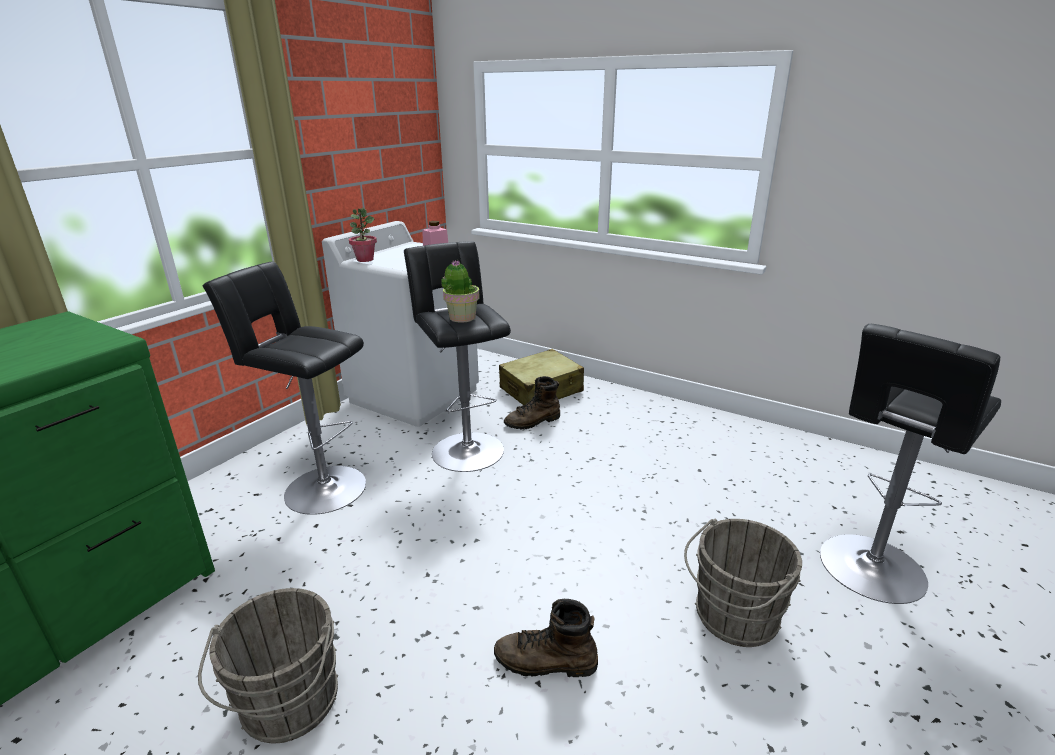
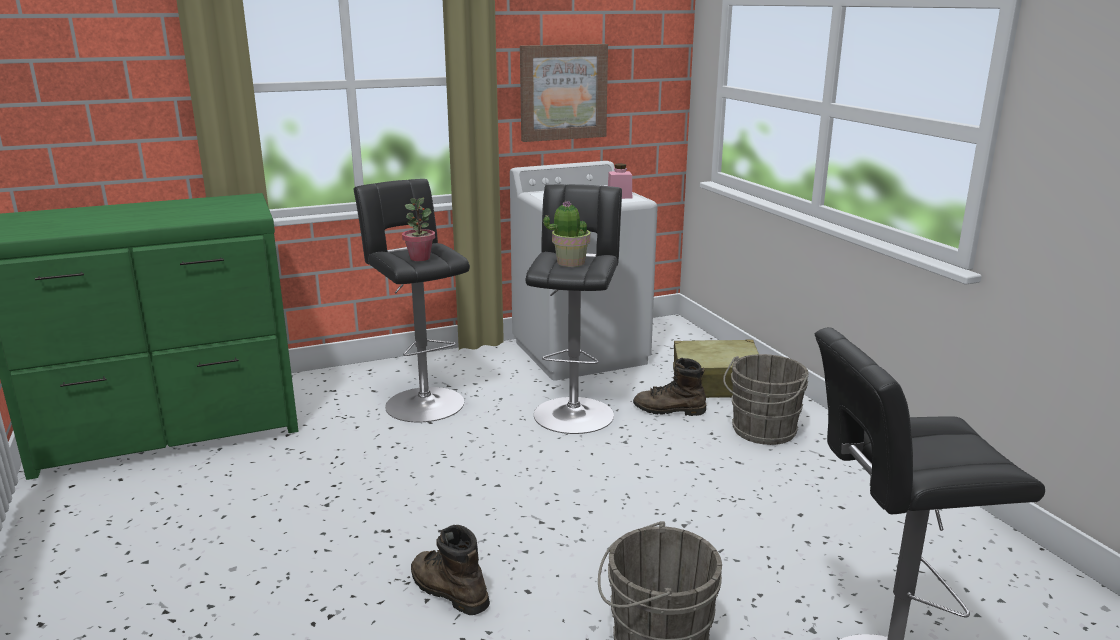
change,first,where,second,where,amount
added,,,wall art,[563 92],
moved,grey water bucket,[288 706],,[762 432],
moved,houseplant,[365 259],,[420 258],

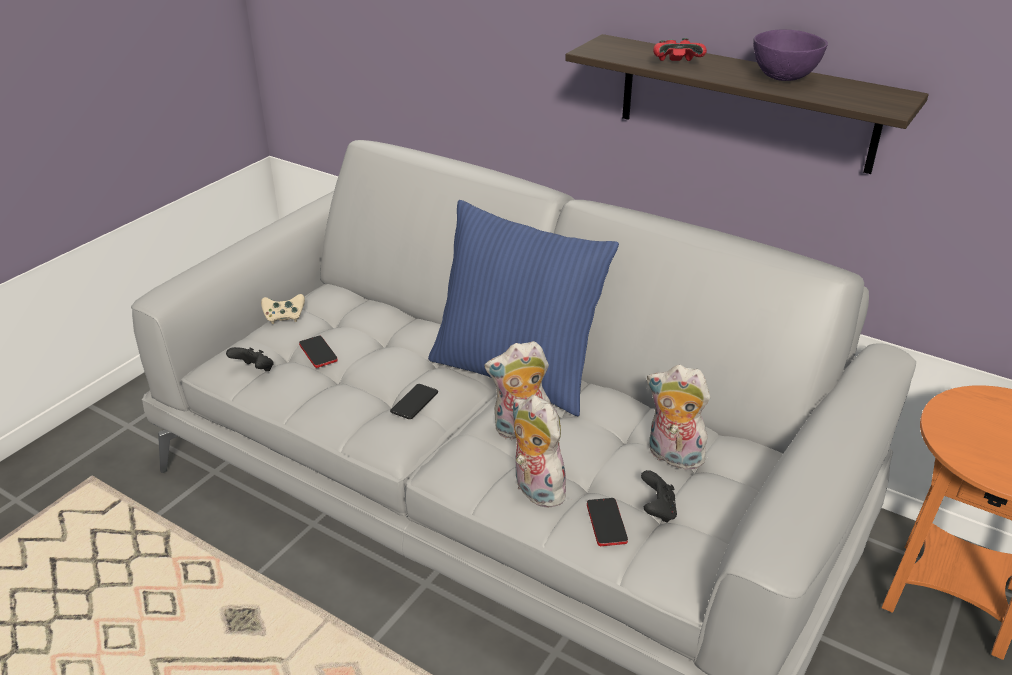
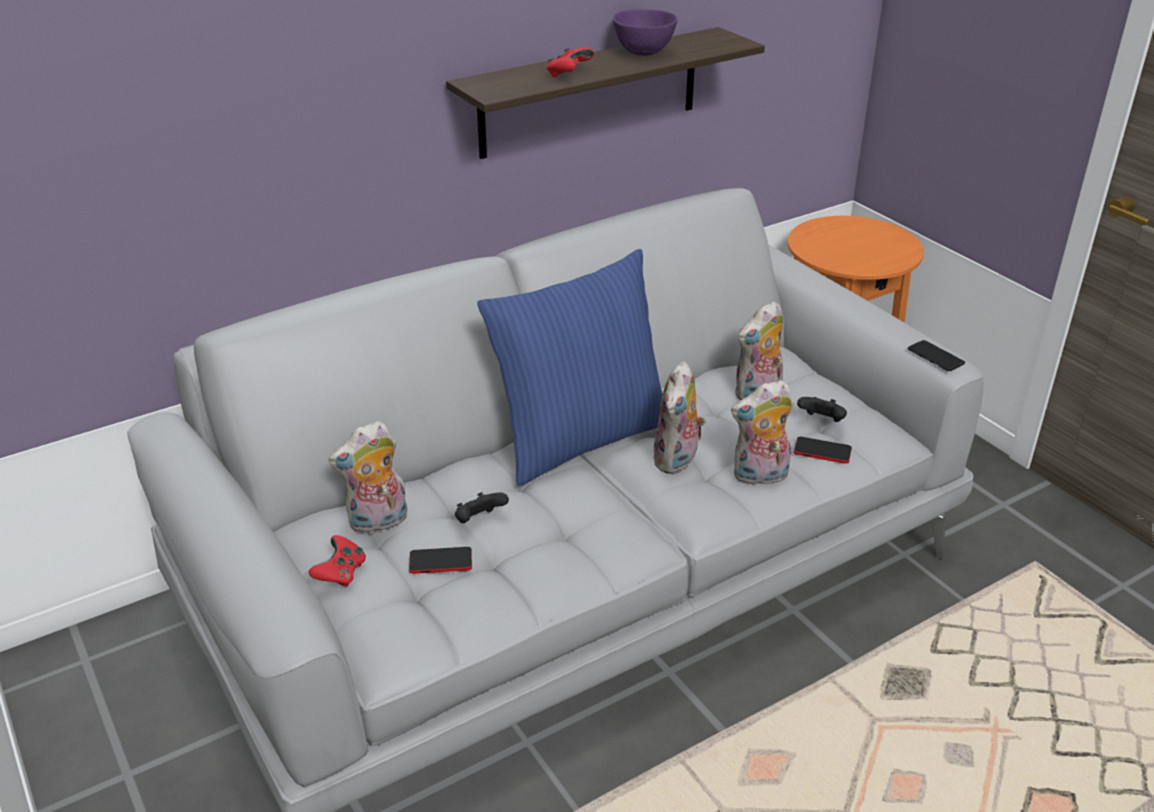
change,first,where,second,where,amount
added,,,plush toy,[378 522],
moved,black-coloured joypad,[254 370],,[479 521],
moved,telephone,[414 402],,[935 356],
recoloured,beige-coloured joypad,[284 317],reddish joypad,[341 573],

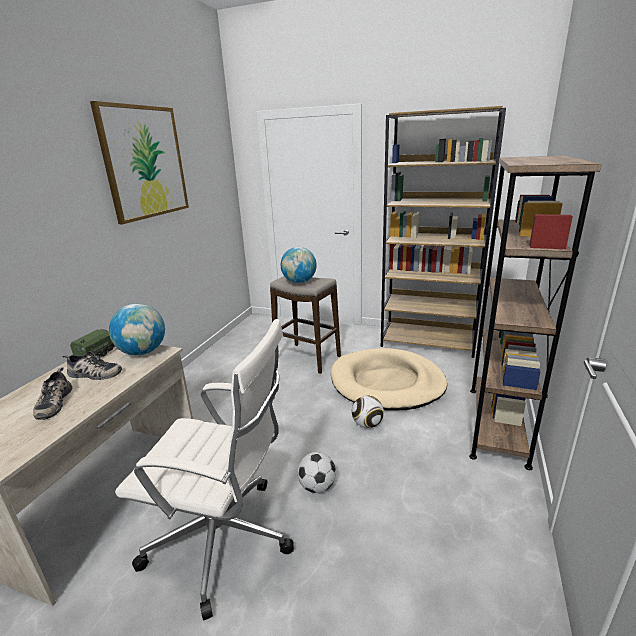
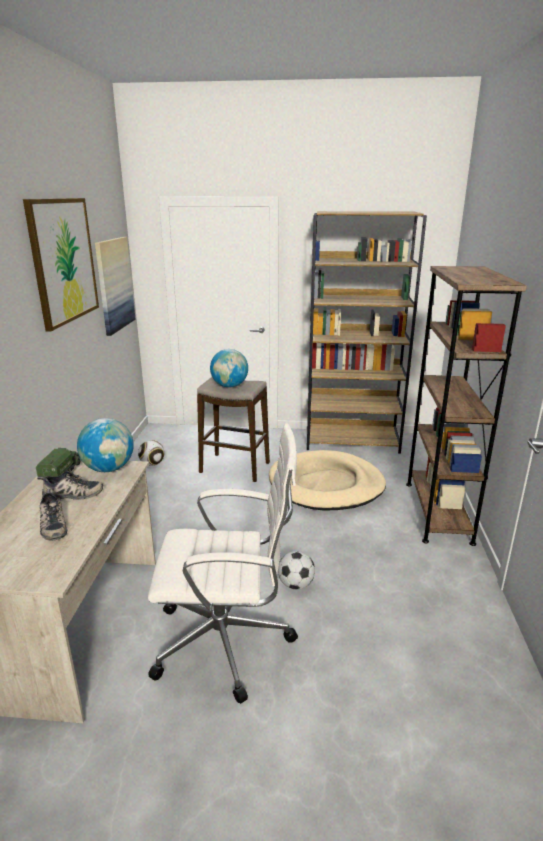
change,first,where,second,where,amount
added,,,wall art,[114 284],
moved,football,[367 424],,[152 464],

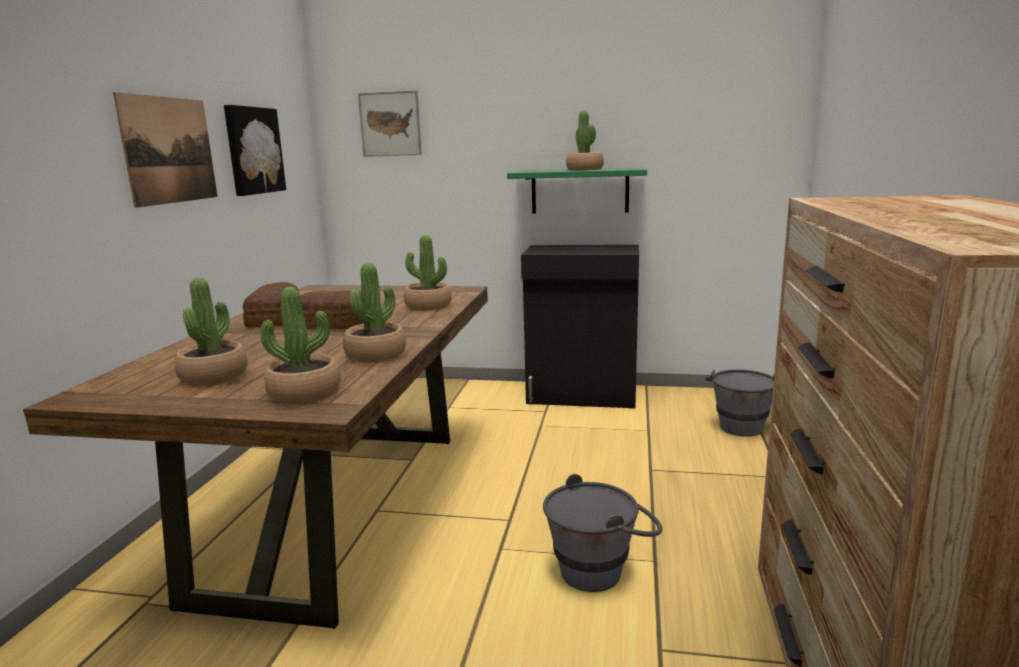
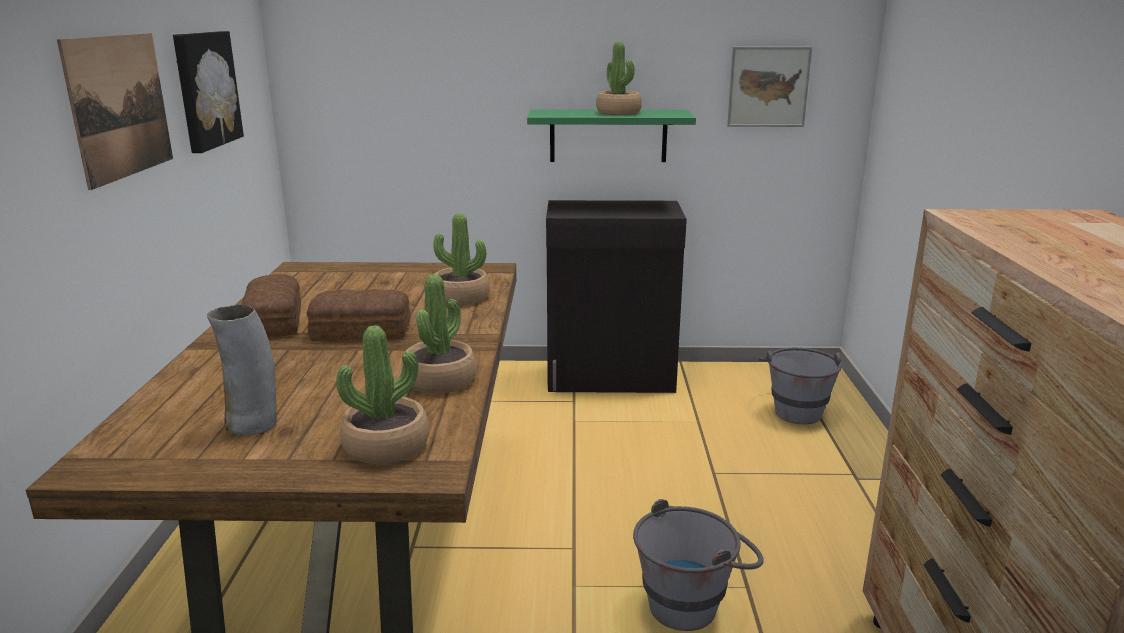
change,first,where,second,where,amount
moved,wall art,[390 124],,[768 87],
replaced,houseplant,[214 376],decorative vase,[253 423],

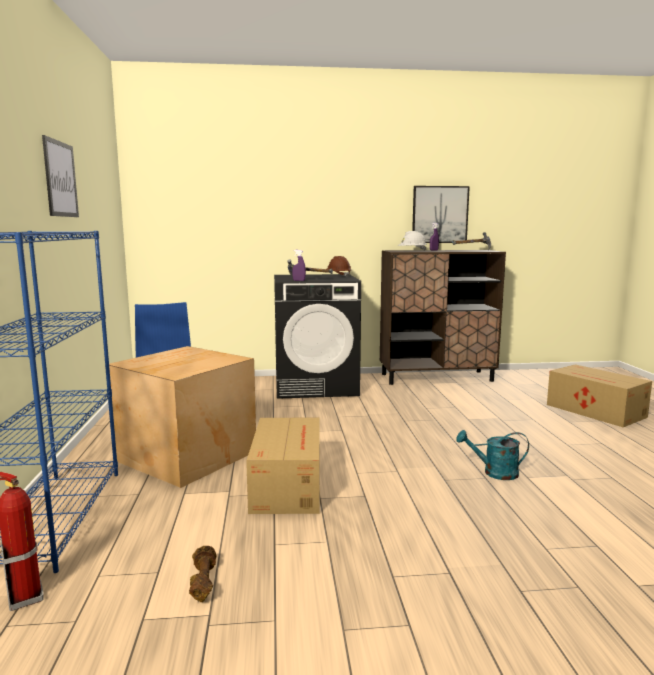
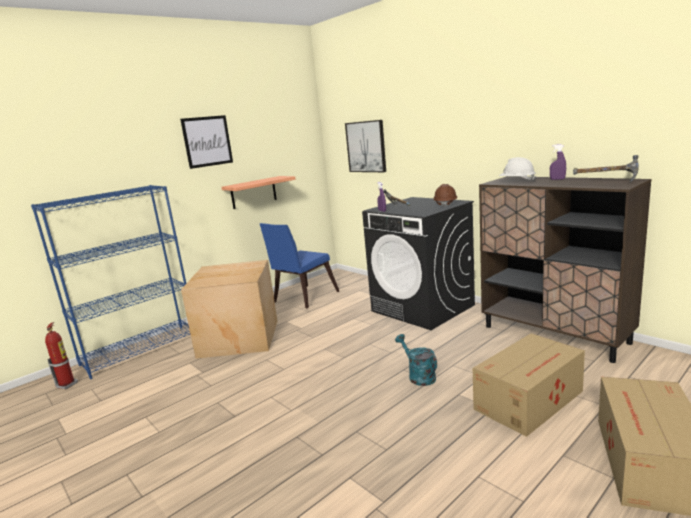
change,first,where,second,where,amount
removed,brown-coloured hand weight,[203 582],,,
added,,,wall shelf,[253 192],
moved,carton,[288 484],,[530 400],
moved,wall art,[439 214],,[366 146],
moved,turquoise-coloured watering pot,[494 473],,[418 376],

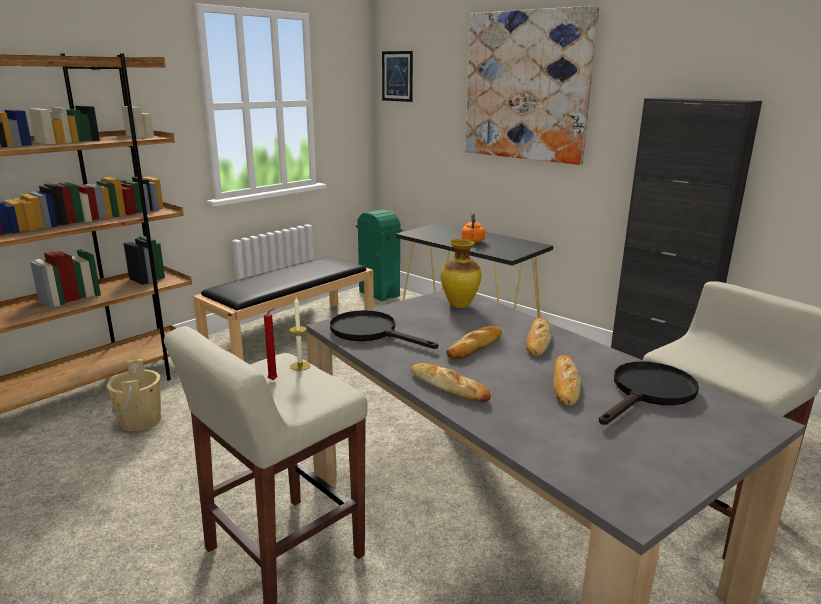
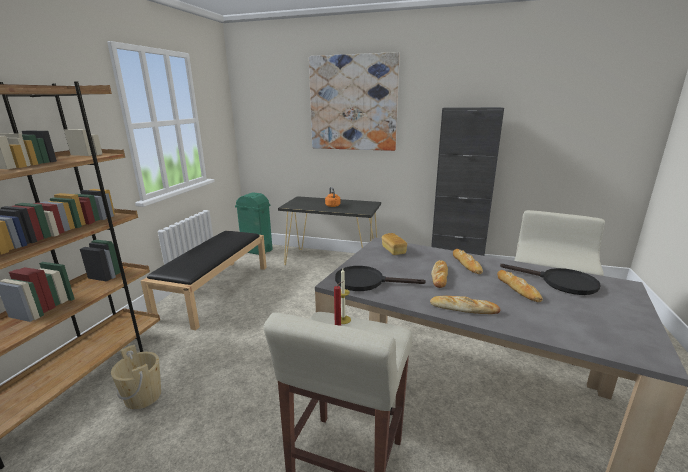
change,first,where,second,where,amount
removed,wall art,[397 76],,,
replaced,decorative vase,[459 306],baked bread,[393 250],
turned,black-coloured skillet,[648 393],,[560 283],105 degrees clockwise

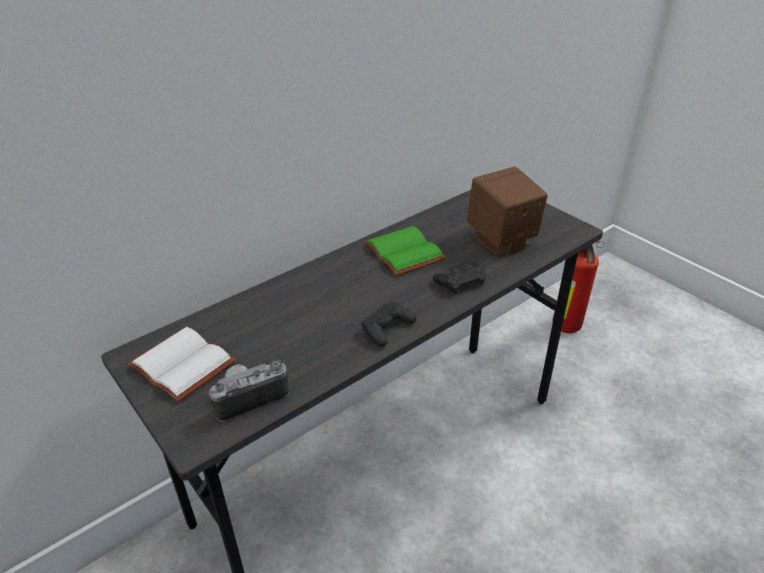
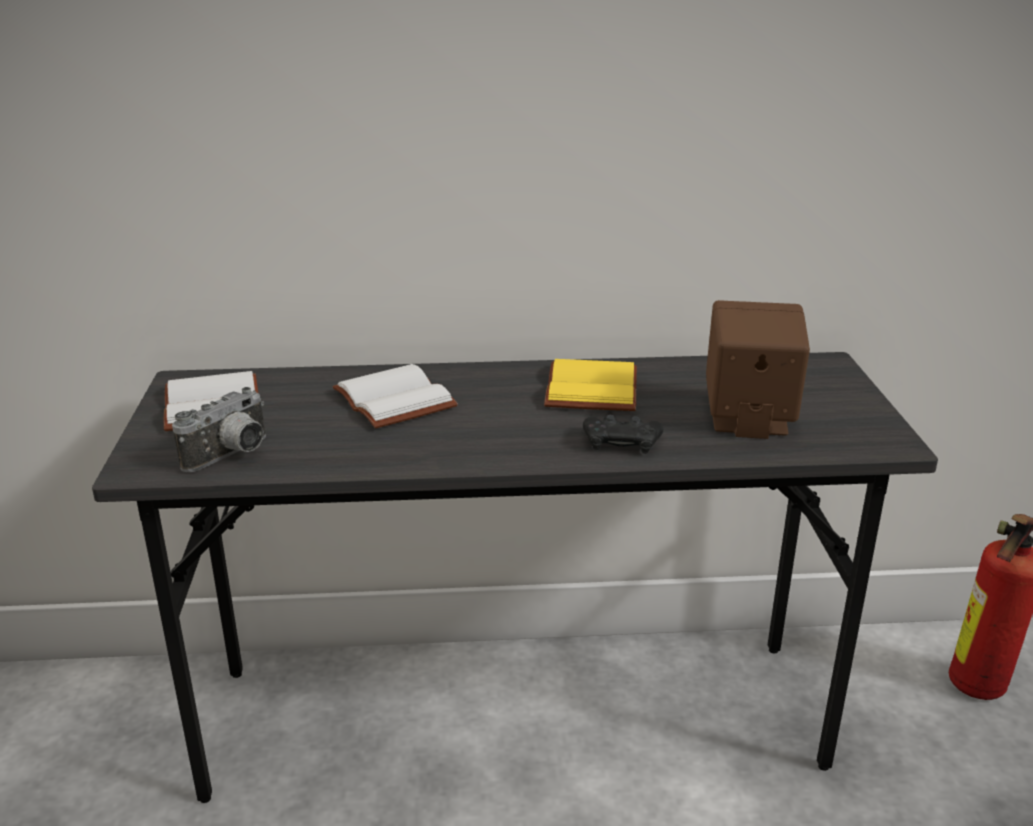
change,first,where,second,where,amount
removed,black-coloured joypad,[387 328],,,
added,,,white bound book,[390 400],
recoloured,greenish bound book,[401 252],yellow-coloured bound book,[588 388],
turned,photo camera,[250 398],,[232 456],120 degrees clockwise

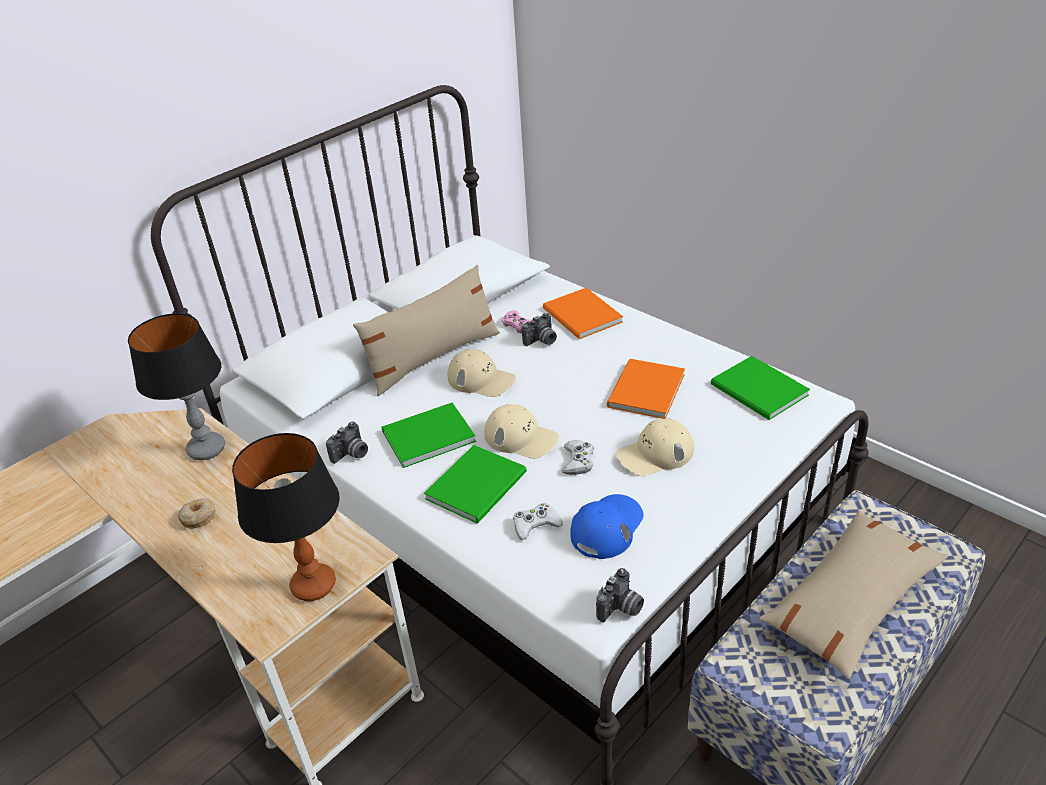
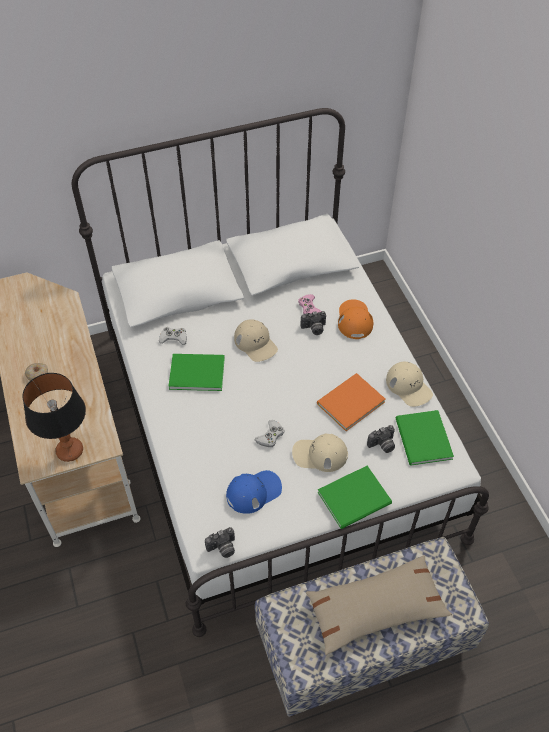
change,first,where,second,where,amount
removed,table lamp,[207 449],,,
removed,beige-coloured cushion,[433 358],,,
moved,photo camera,[351 454],,[382 445],
moved,greenish bound book,[479 485],,[356 498],
moved,beige-coloured baseball cap,[521 438],,[409 386],
moved,white joypad,[536 524],,[173 338],
replaced,orangey bound book,[582 317],orangey baseball cap,[354 320],

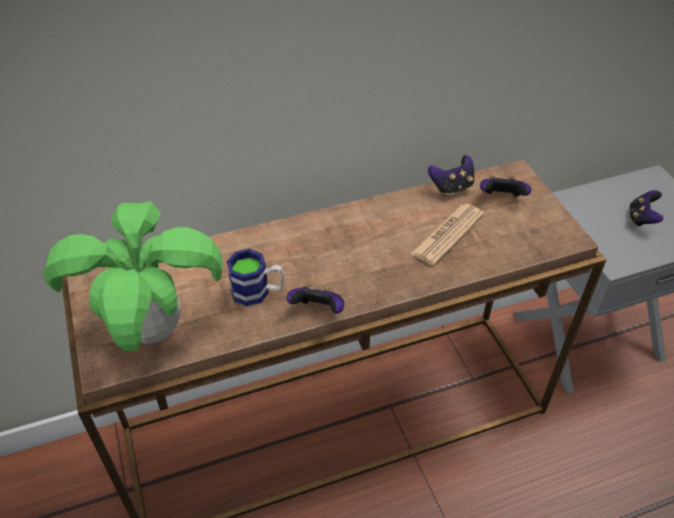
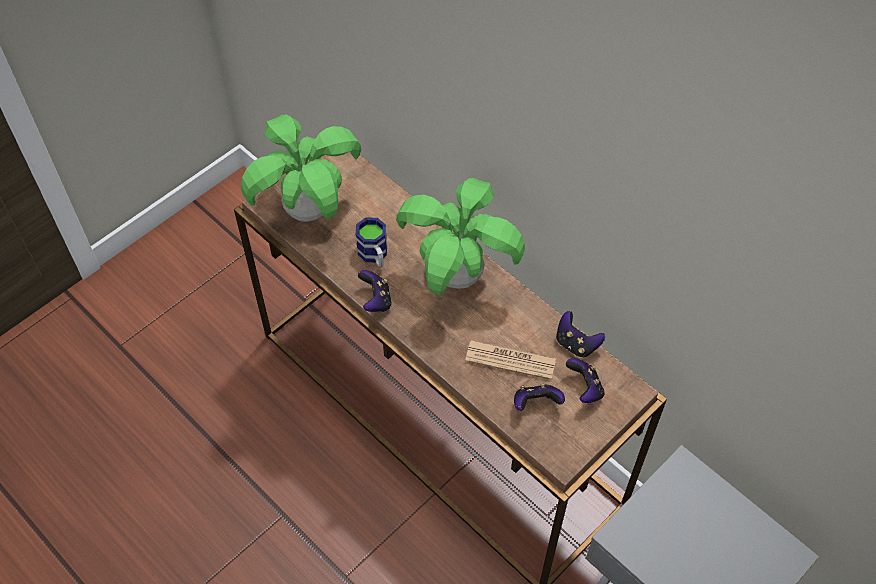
change,first,where,second,where,amount
added,,,houseplant,[457 277],
moved,joypad,[641 219],,[536 404],

